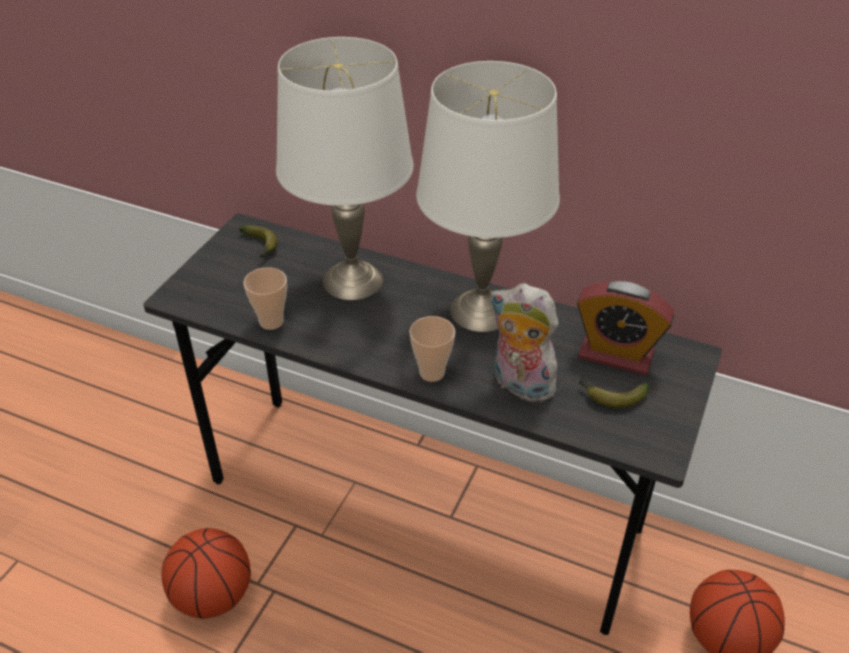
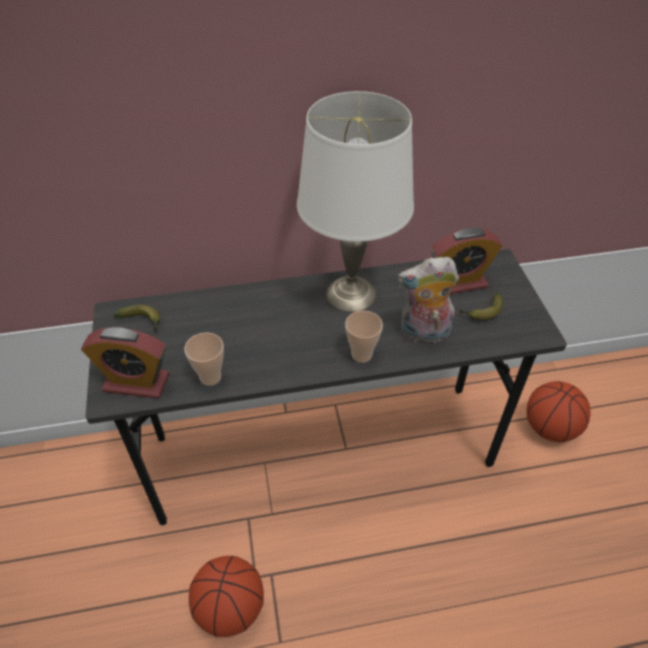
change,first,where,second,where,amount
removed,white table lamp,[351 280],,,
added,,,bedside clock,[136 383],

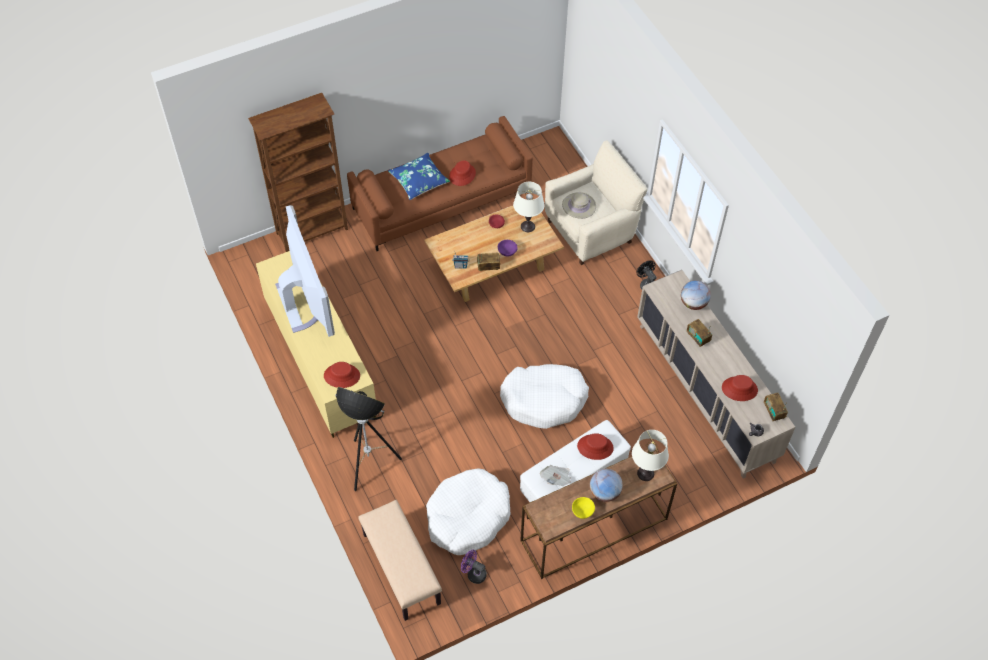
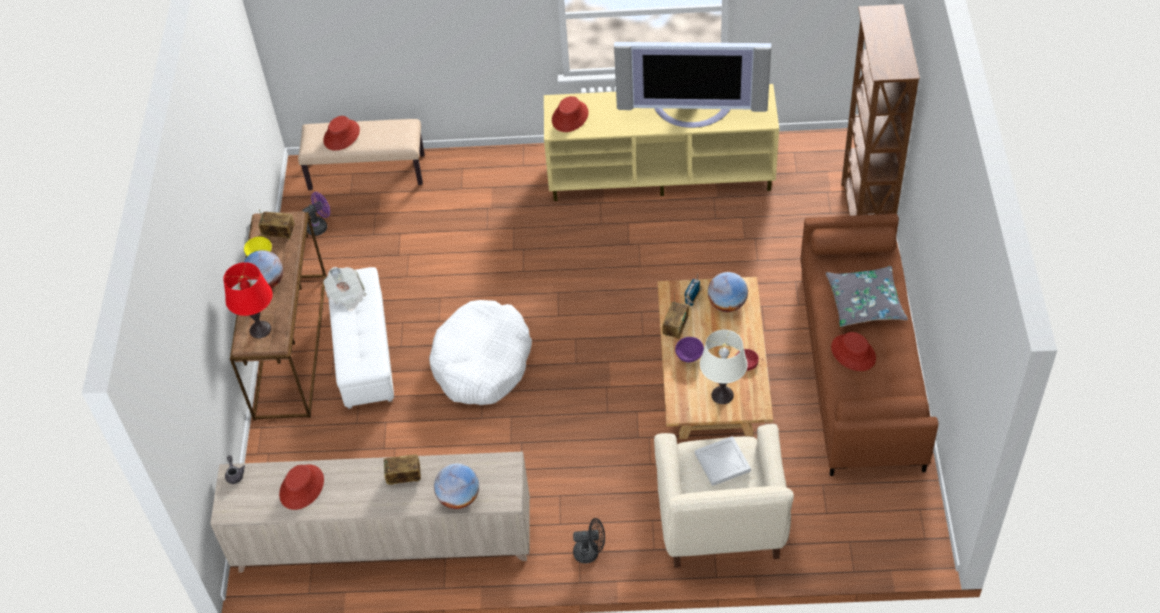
change,first,where,second,where,amount
removed,floor lamp,[369 464],,,
removed,white dog bed,[467 517],,,
added,,,desk globe,[727 304],
moved,reddish clothing hat,[595 447],,[342 135],
moved,radio receiver,[773 411],,[279 233],
replaced,beige-coloured clothing hat,[578 206],white tray,[722 461],
recoloured,blue cushion,[419 180],grey cushion,[865 302],
recoloured,white table lamp,[645 473],reddish table lamp,[260 329],

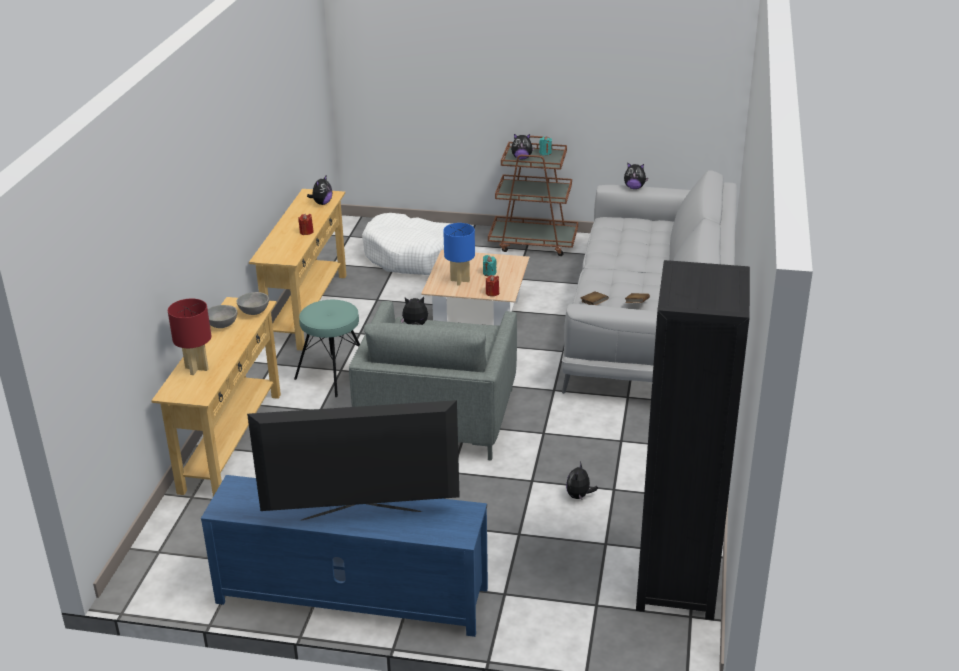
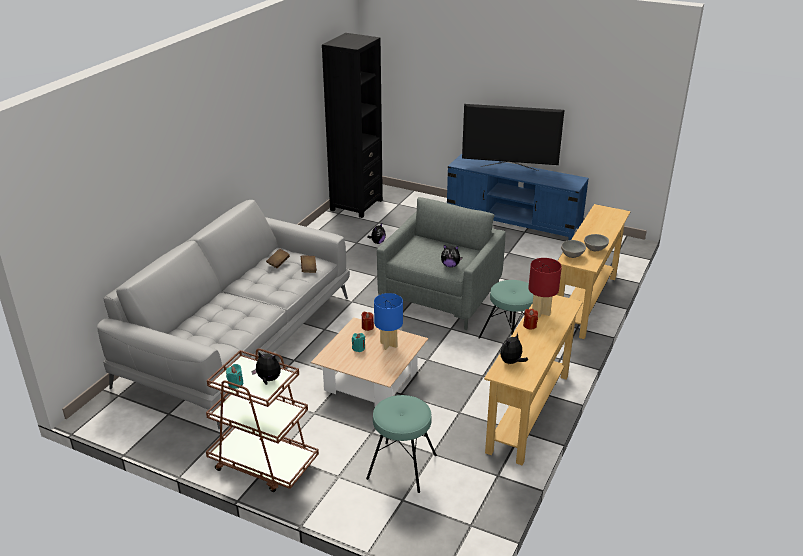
change,first,where,second,where,amount
removed,plush toy,[634 188],,,
moved,reddish table lamp,[197 368],,[540 312],
replaced,white dog bed,[416 257],turquoise-coloured stool,[402 467],

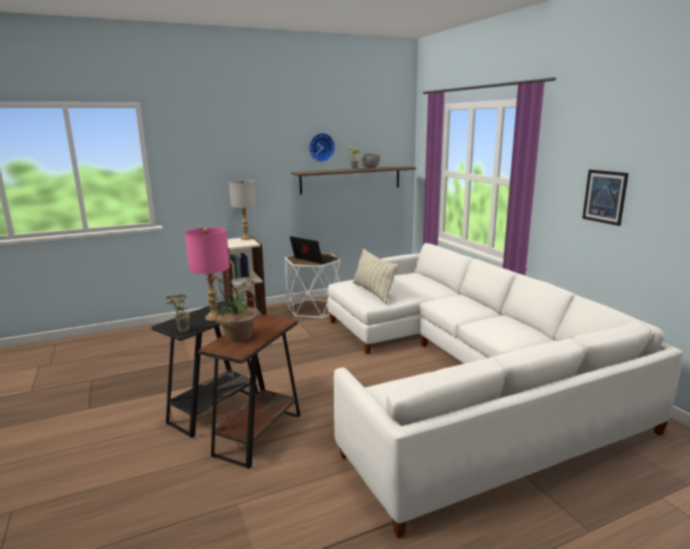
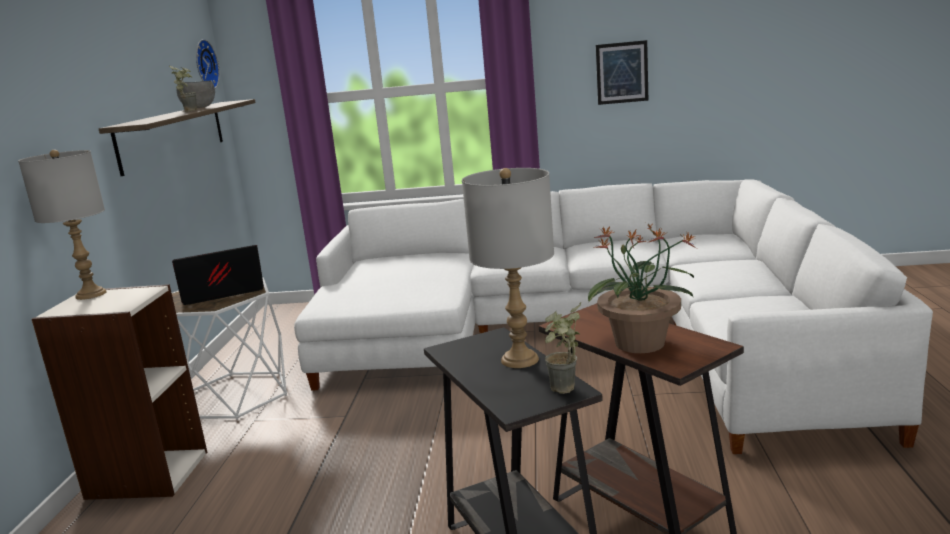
change,first,where,second,where,amount
removed,cushion,[373 292],,,
moved,clock on the wall,[321 147],,[204 65],
recoloured,pinkish table lamp,[214 317],grey table lamp,[520 360],

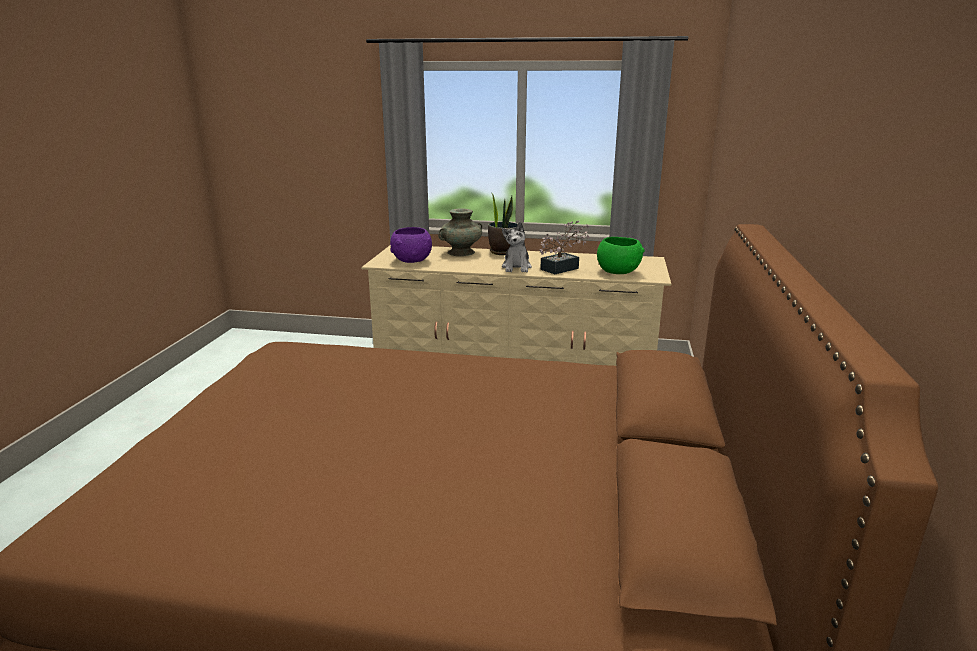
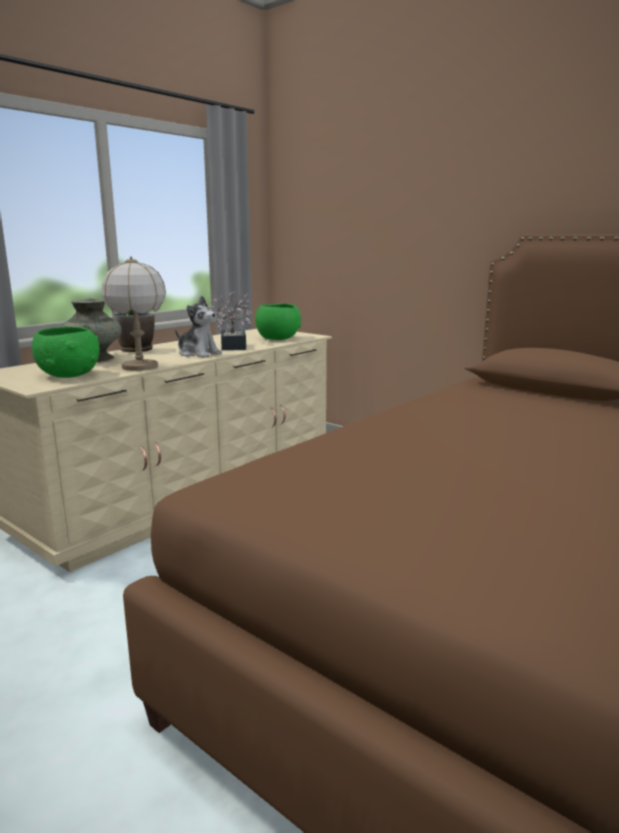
change,first,where,second,where,amount
added,,,table lamp,[139 367],
recoloured,purple-coloured serving bowl,[412 261],greenish serving bowl,[70 375],

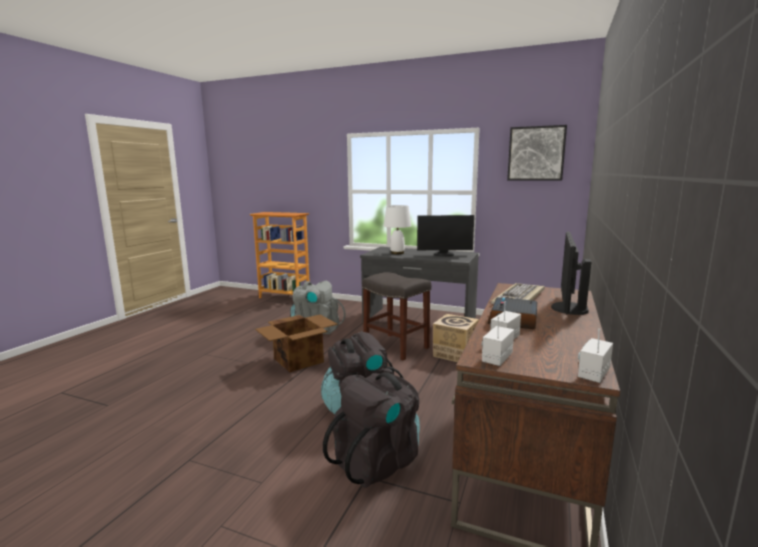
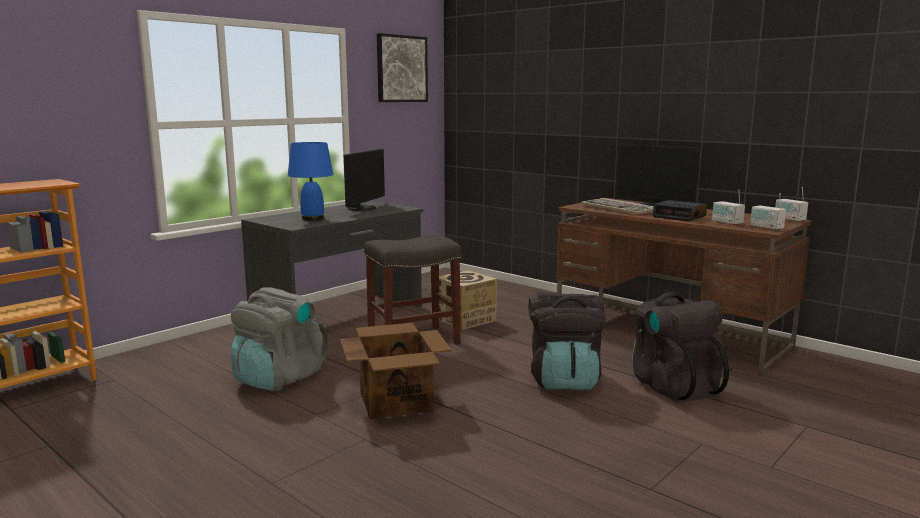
change,first,where,second,where,amount
recoloured,white table lamp,[397 253],blue table lamp,[313 218],

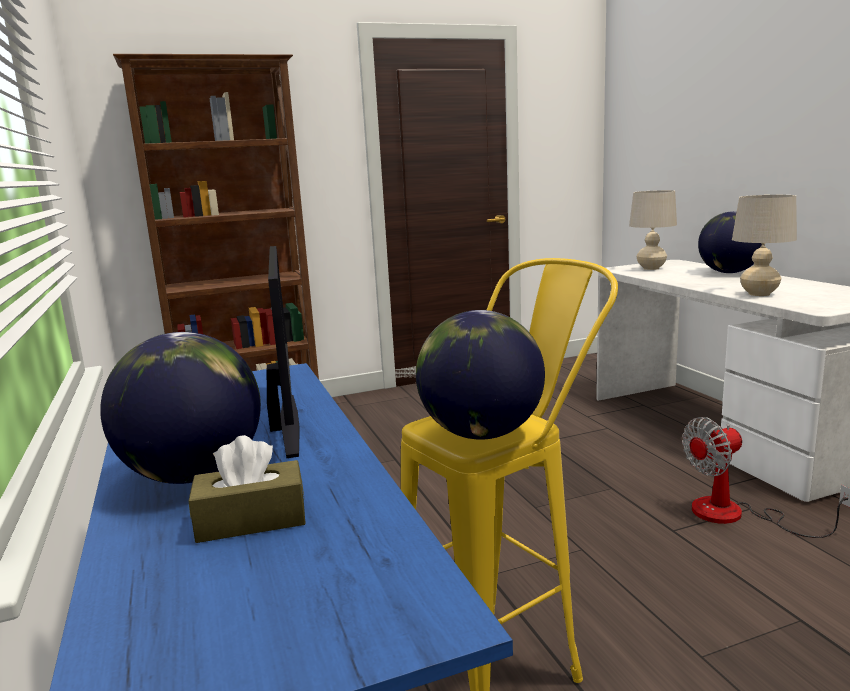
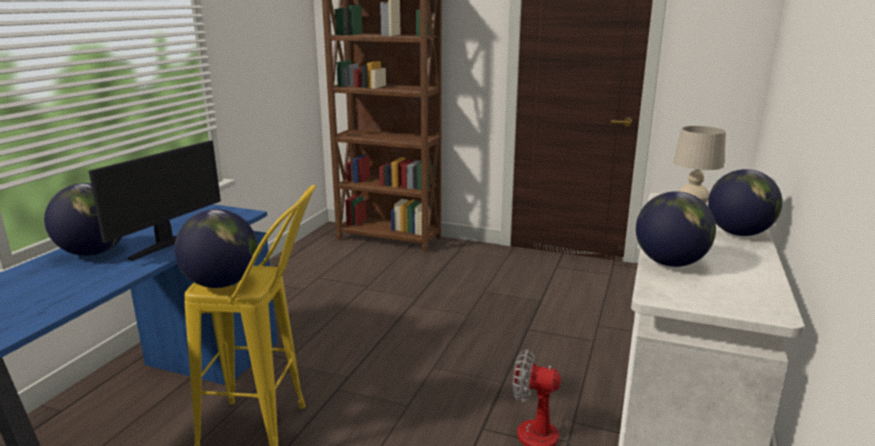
change,first,where,second,where,amount
removed,brown-coloured box of tissues,[251 520],,,
replaced,beige-coloured table lamp,[759 294],desk globe,[670 263],

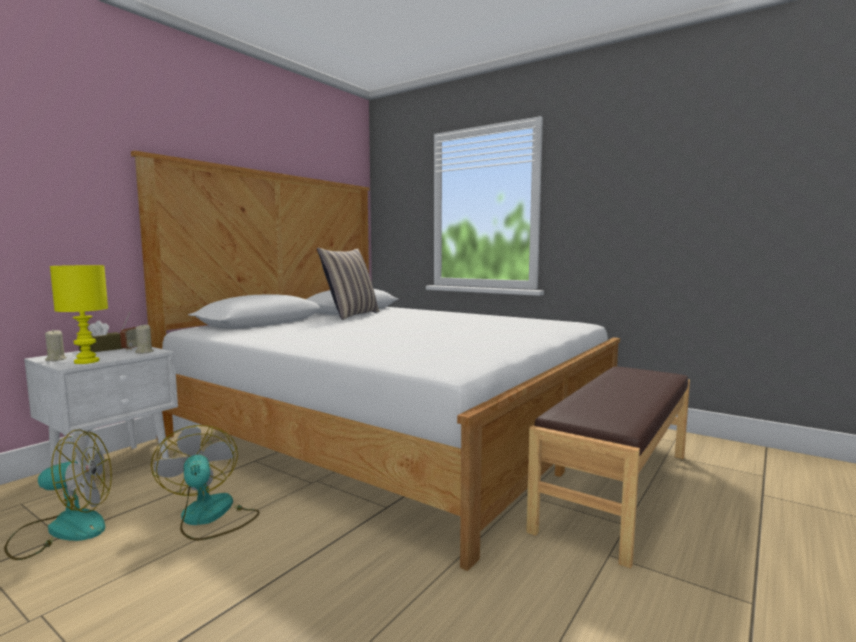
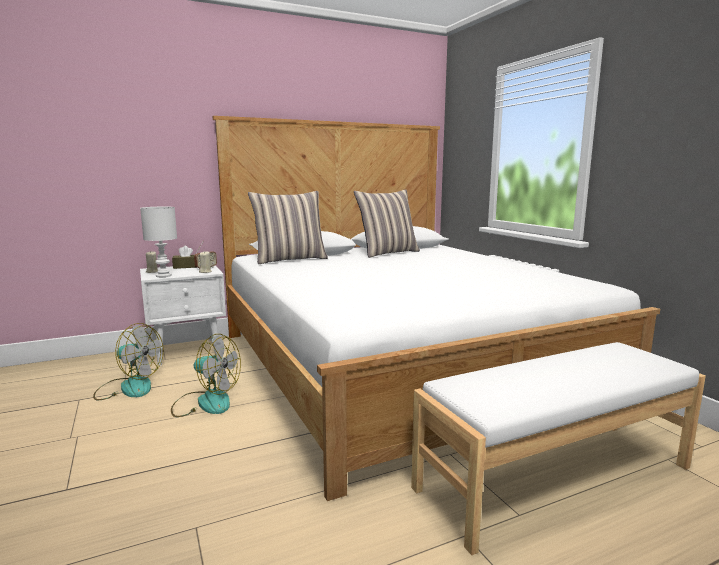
change,first,where,second,where,amount
added,,,cushion,[290 259],
recoloured,yellow-coloured table lamp,[86 362],white table lamp,[163 276],
recoloured,brown-coloured long seat,[615 488],white long seat,[553 476],
turned,fan,[209 517],,[206 402],105 degrees clockwise

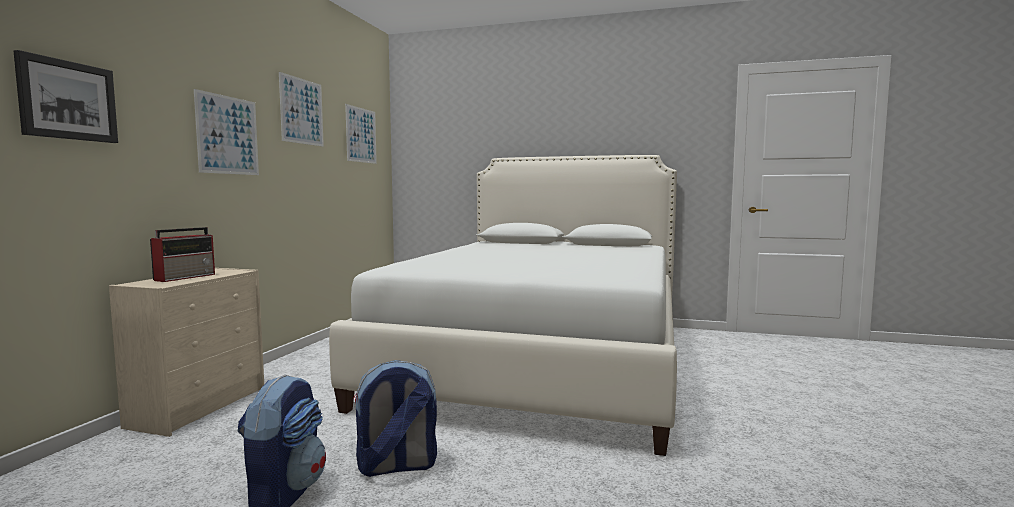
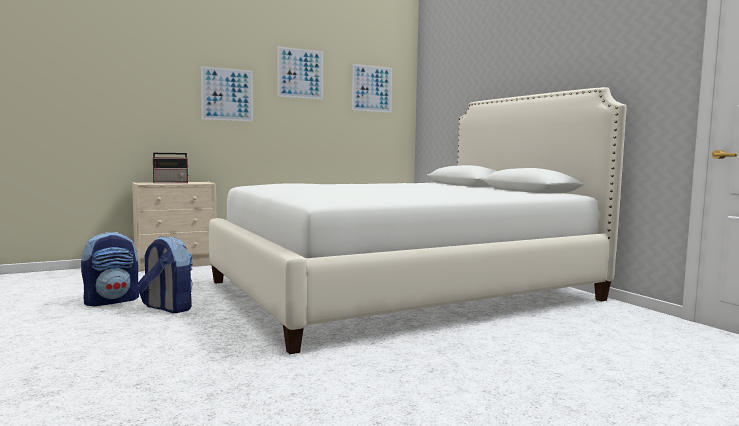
change,first,where,second,where,amount
removed,wall art,[67 100],,,

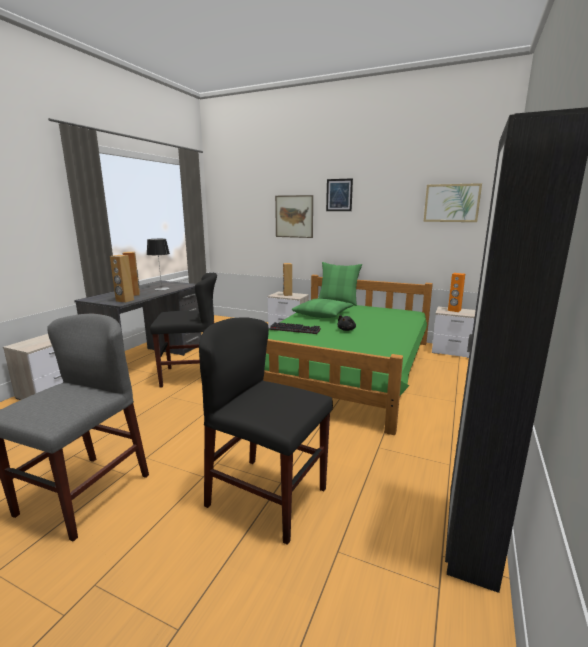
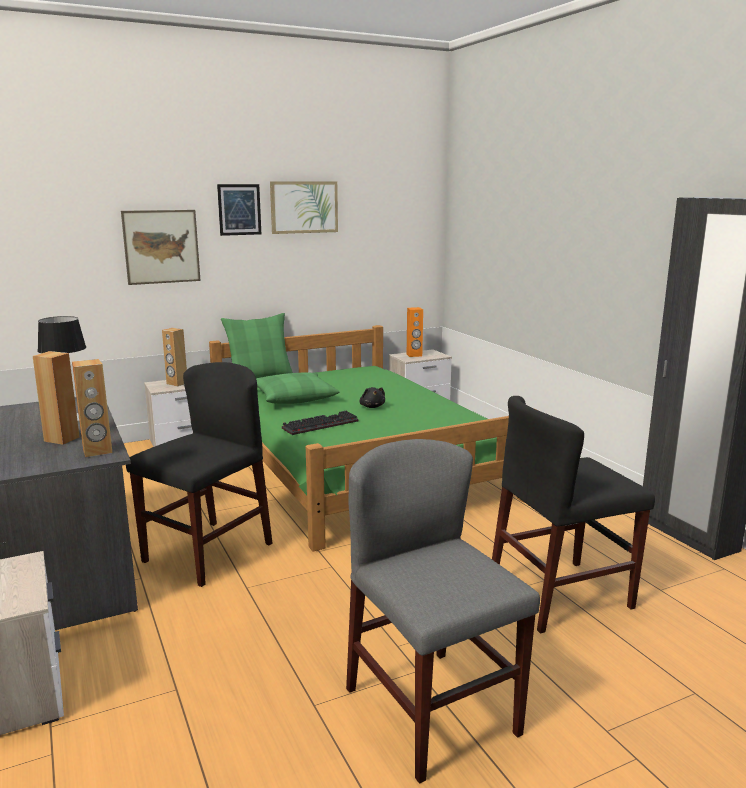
change,first,where,second,where,amount
moved,wall art,[451 203],,[304 207],

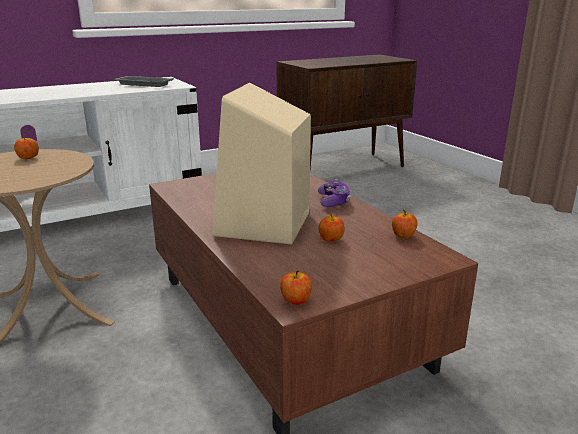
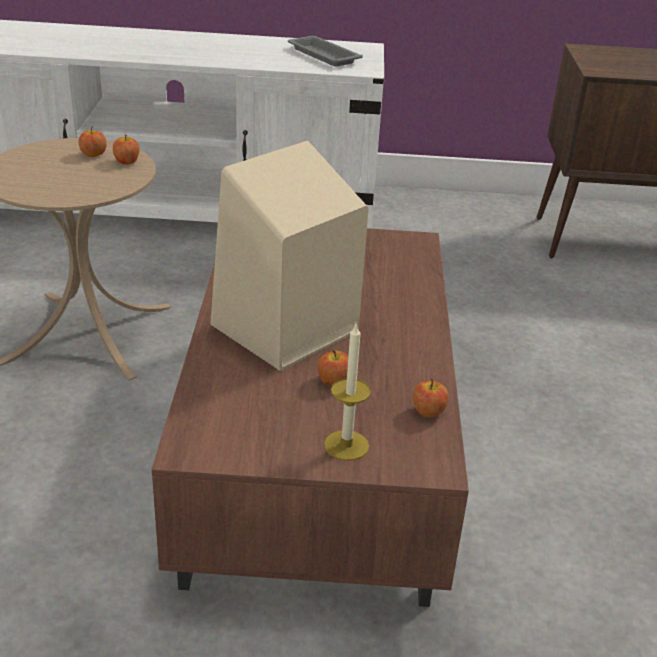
change,first,where,second,where,amount
removed,joypad,[333 201],,,
added,,,candle,[346 445],
moved,whole apple,[295 300],,[127 162],

